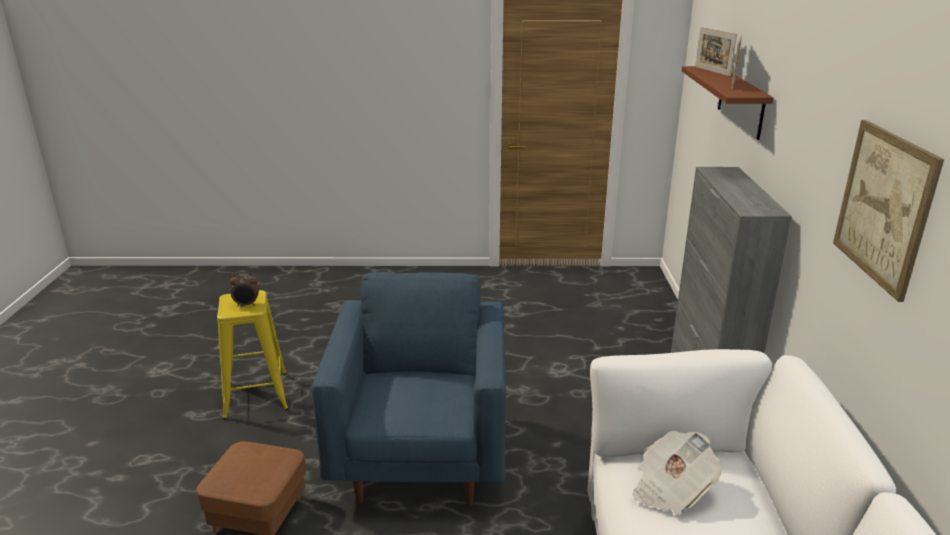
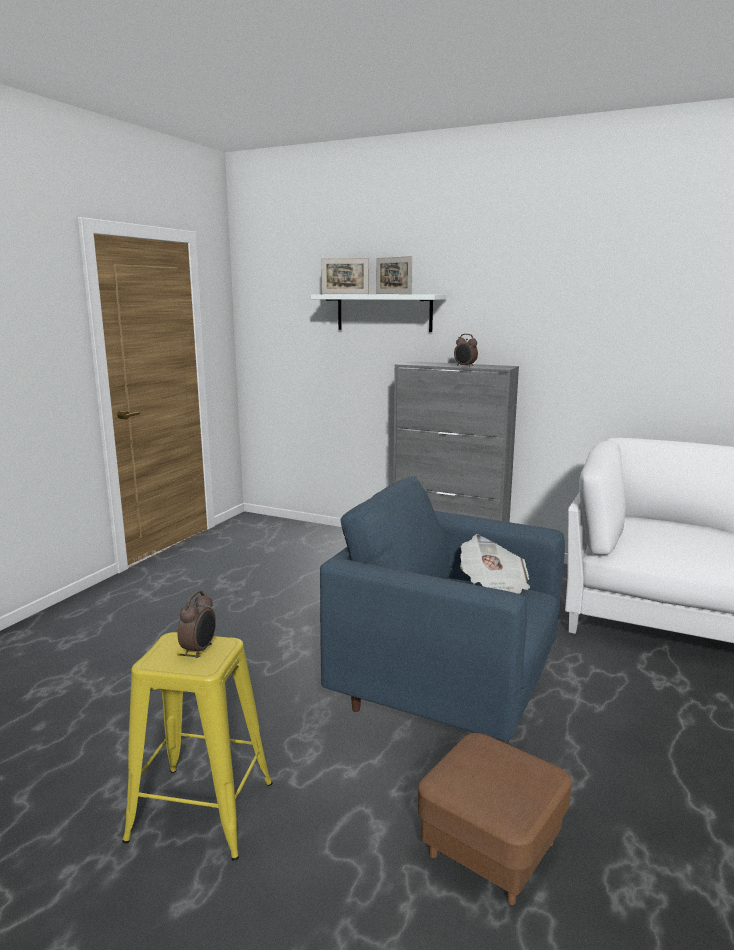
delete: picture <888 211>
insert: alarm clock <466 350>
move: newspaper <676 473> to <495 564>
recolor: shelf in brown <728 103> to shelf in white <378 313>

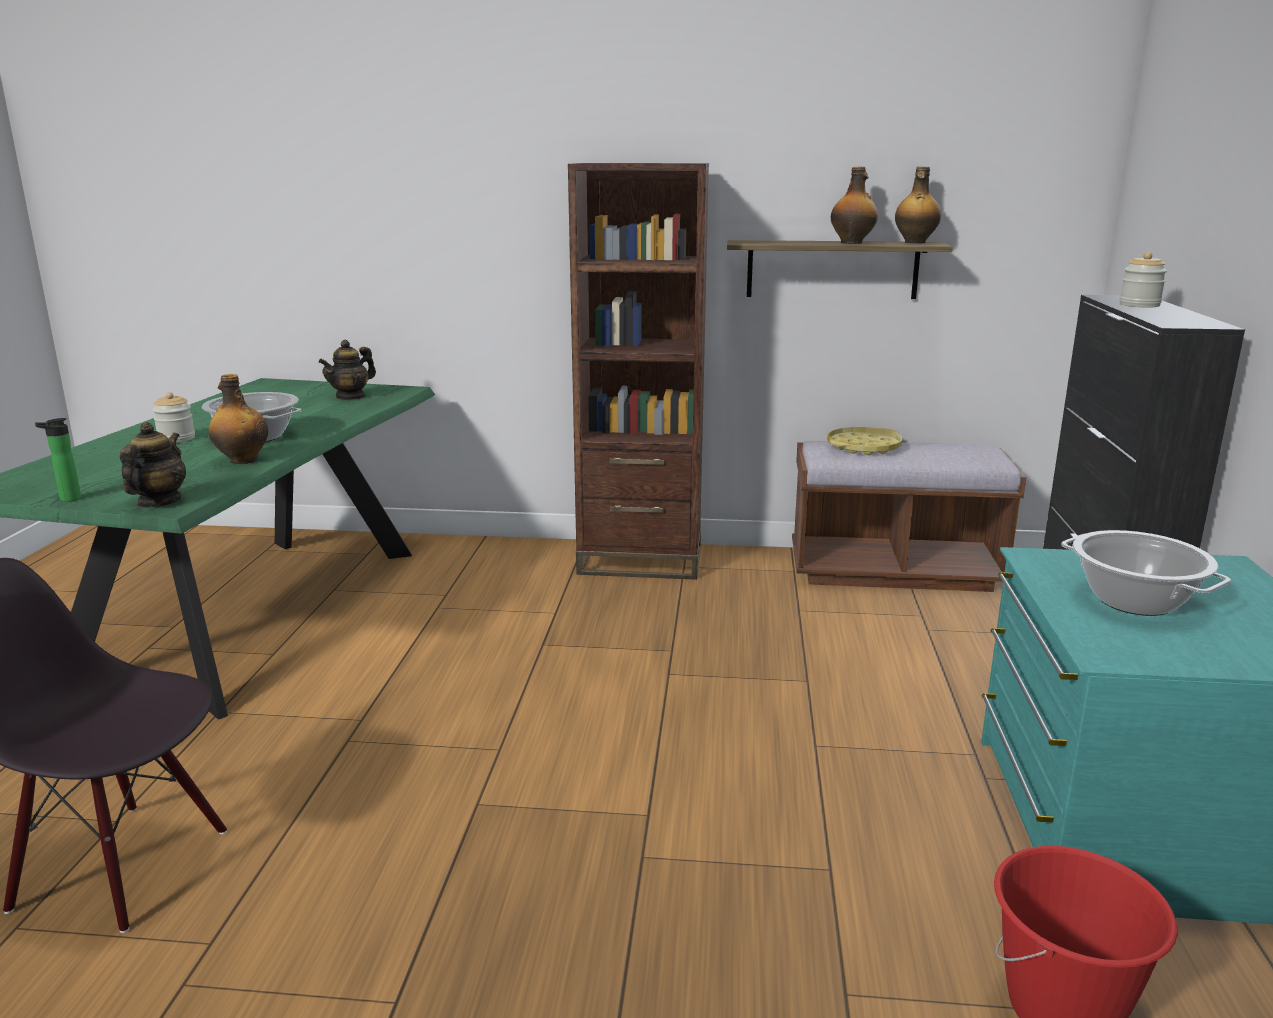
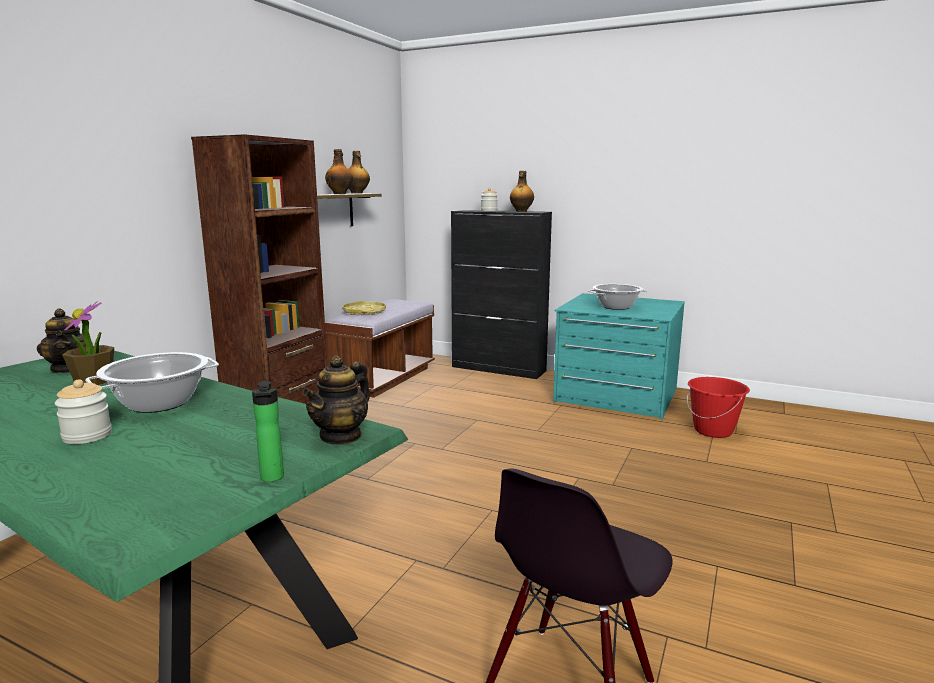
insert: potted plant <88 343>
move: bottle <238 419> to <522 191>
rotate: teapot <153 465> = <336 400> 90 degrees counterclockwise

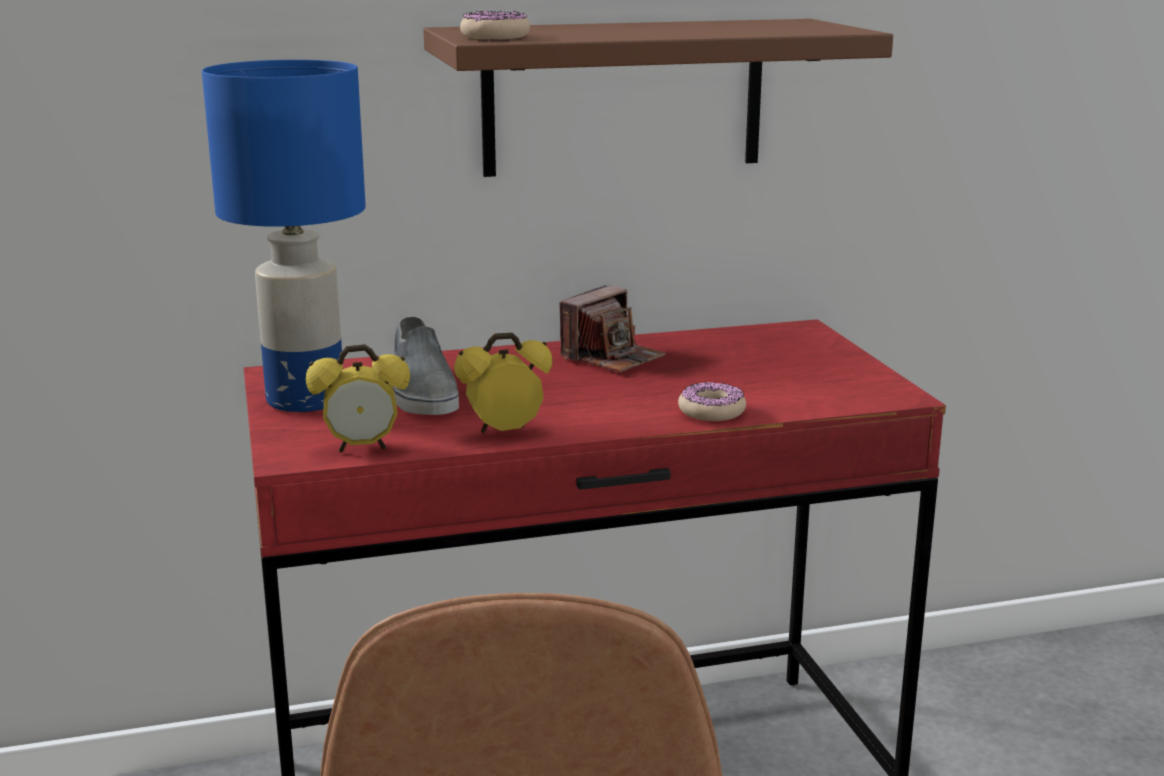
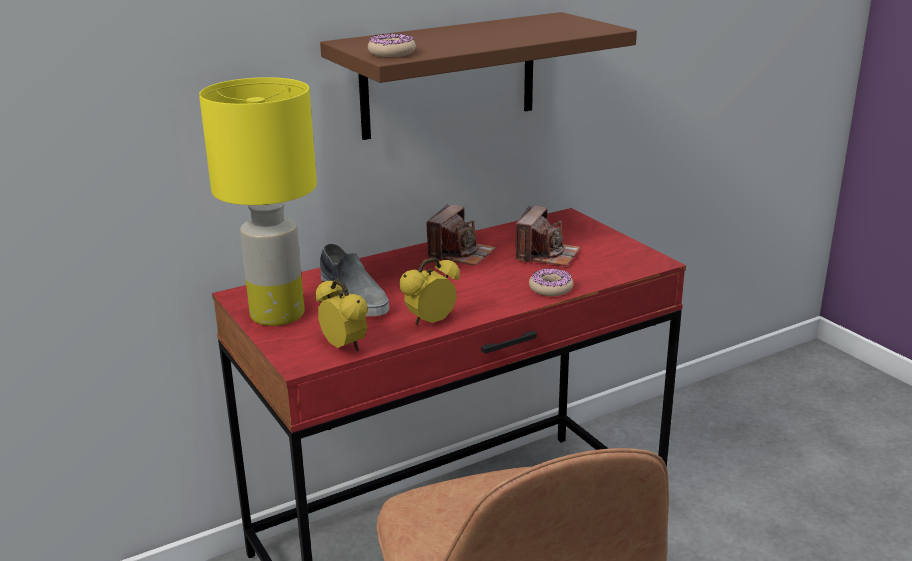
insert: photo camera <547 235>
recolor: table lamp in blue <284 236> to table lamp in yellow <258 201>
rotate: alarm clock <358 398> = <341 315> 105 degrees counterclockwise

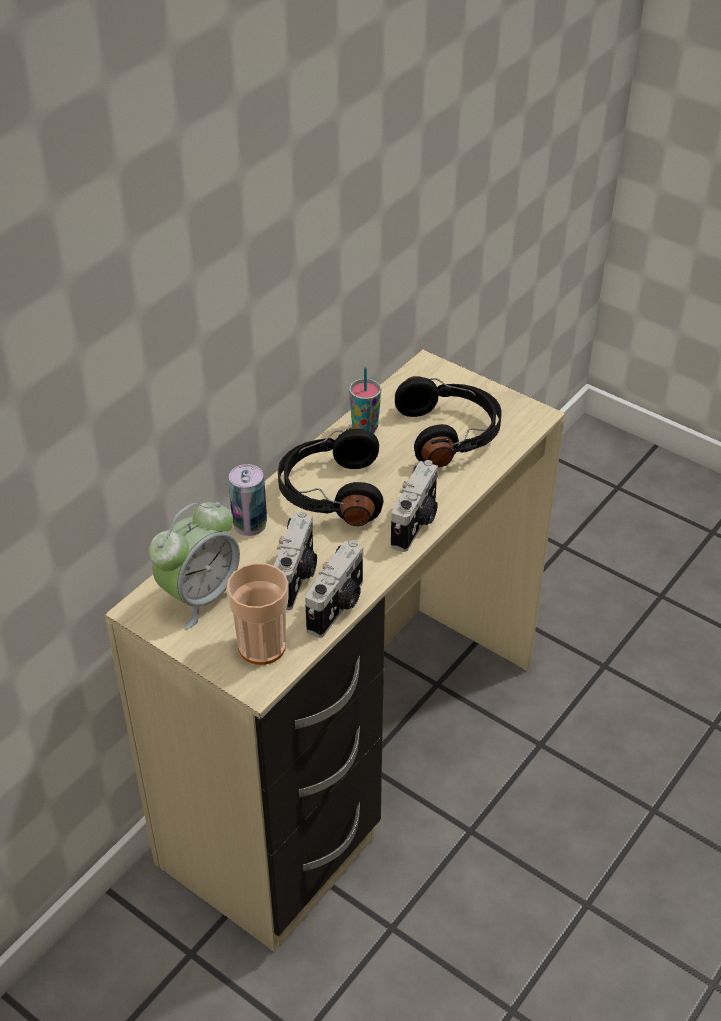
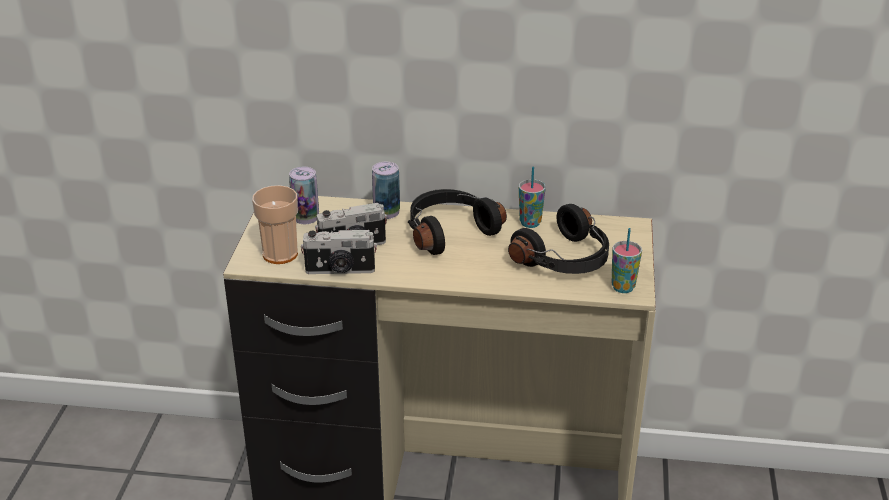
delete: photo camera <414 506>
insert: cup <627 260>
replace: alarm clock <194 565> to can <304 195>

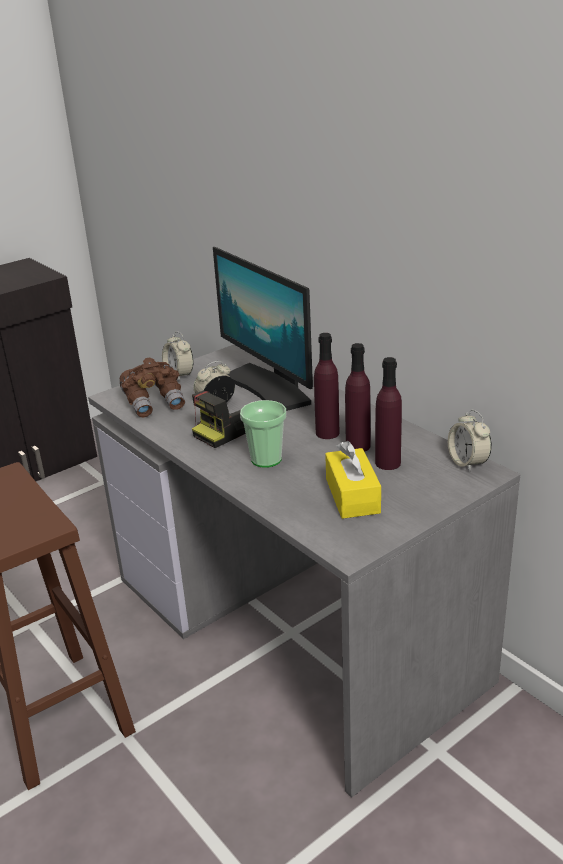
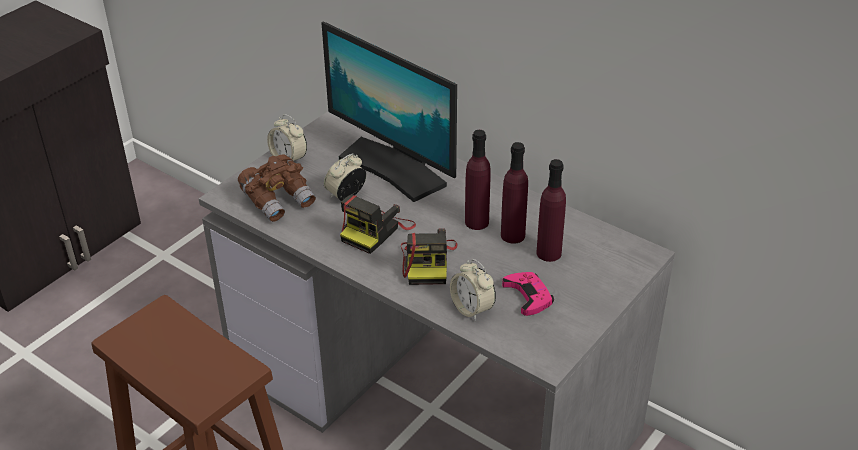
move: alarm clock <470 441> to <473 290>
replace: cup <263 434> to photo camera <429 256>; tissue box in yellow <353 480> to game controller in pink <528 294>

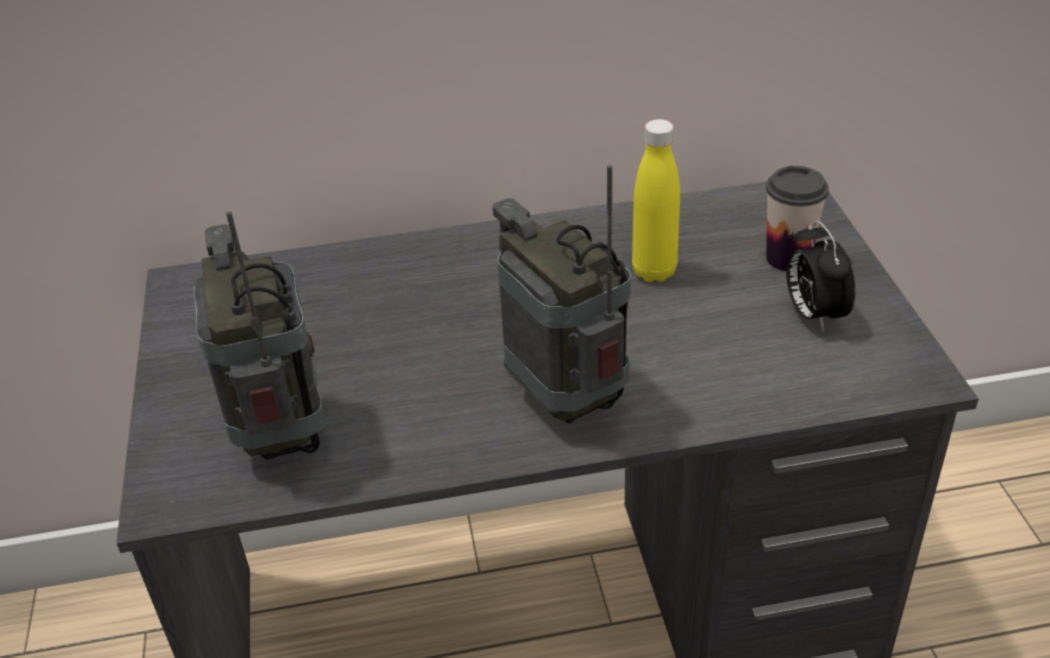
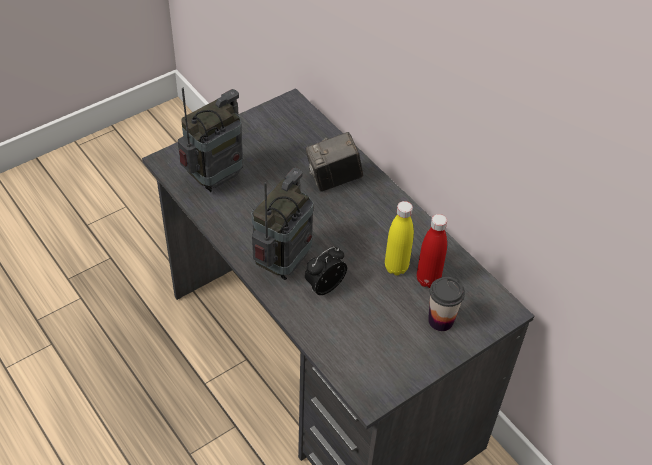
insert: photo camera <334 162>; bottle in red <432 251>
move: alarm clock <820 276> to <326 271>

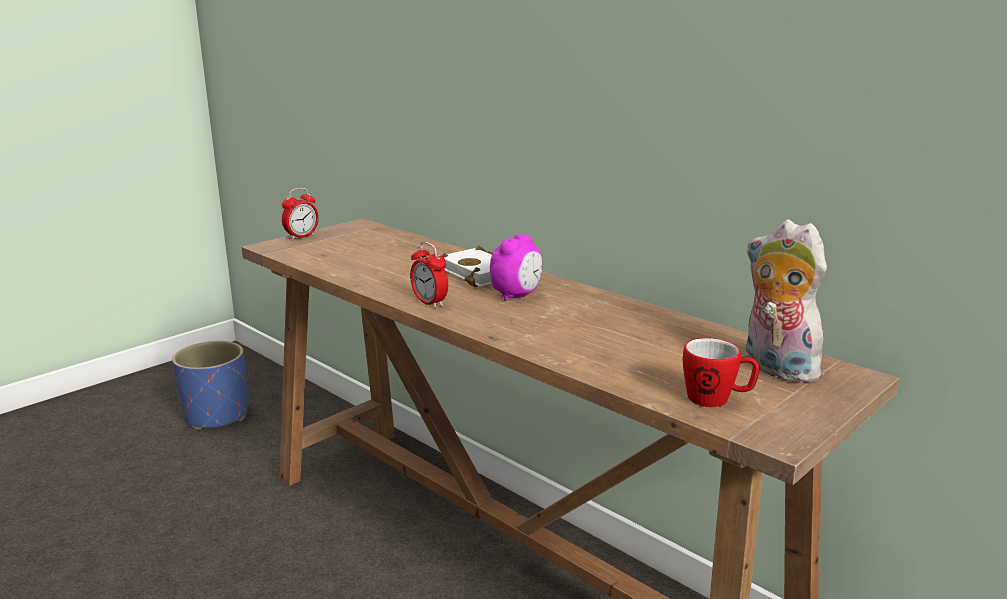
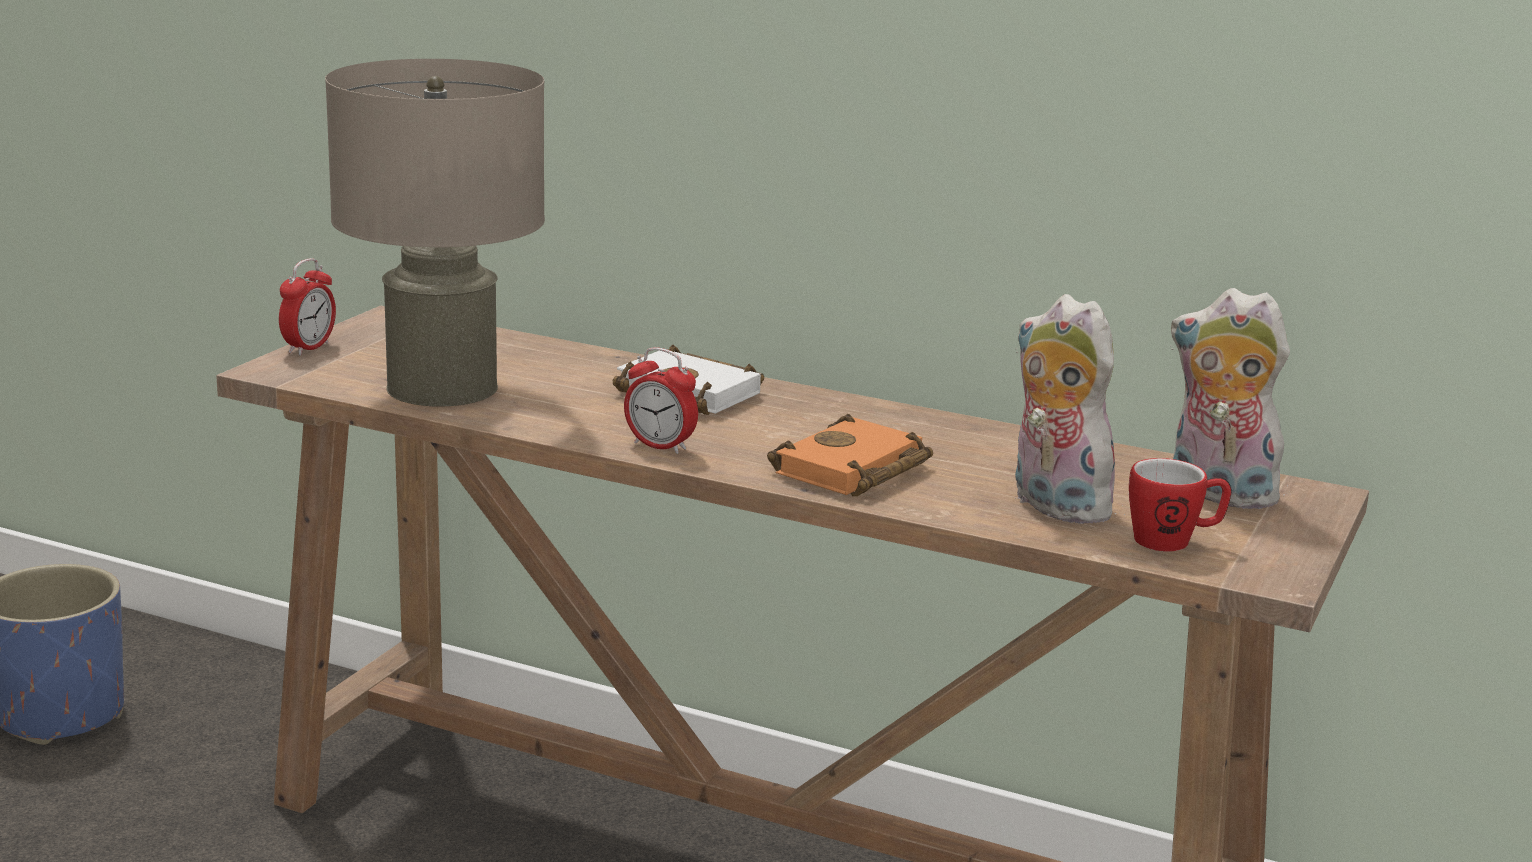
delete: alarm clock <516 267>
insert: table lamp in beige <435 233>; book in orange <850 455>; plush toy <1070 409>

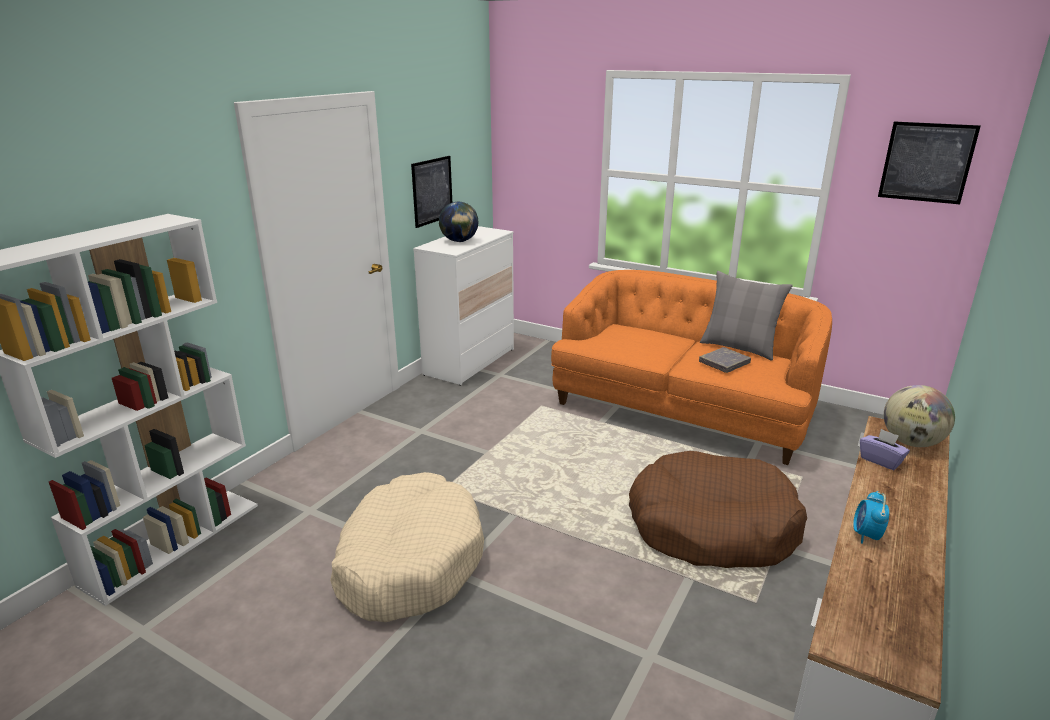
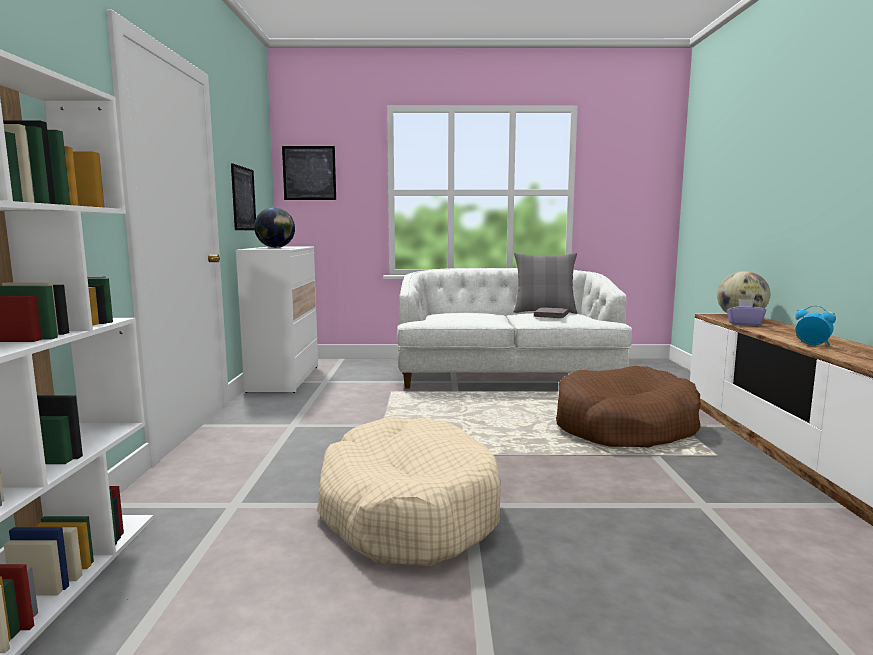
move: picture <929 162> to <309 173>
recolor: sofa in orange <691 367> to sofa in white <514 328>
rotate: alarm clock <871 517> = <815 325> 150 degrees clockwise

